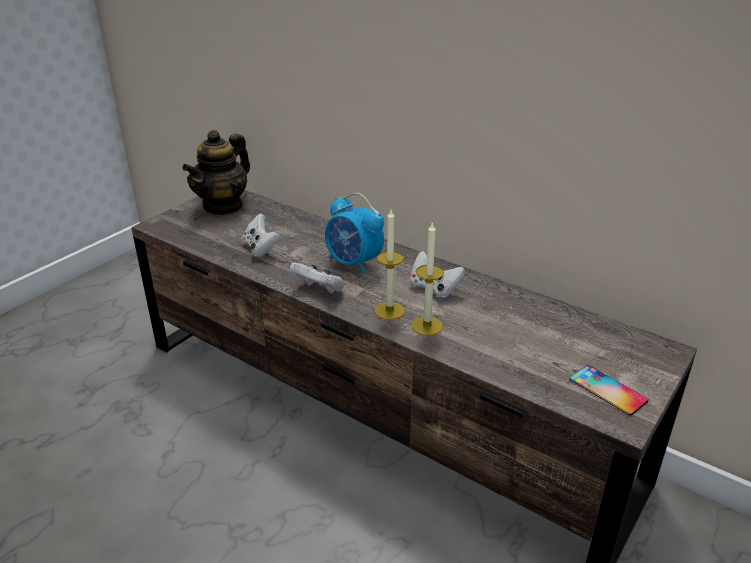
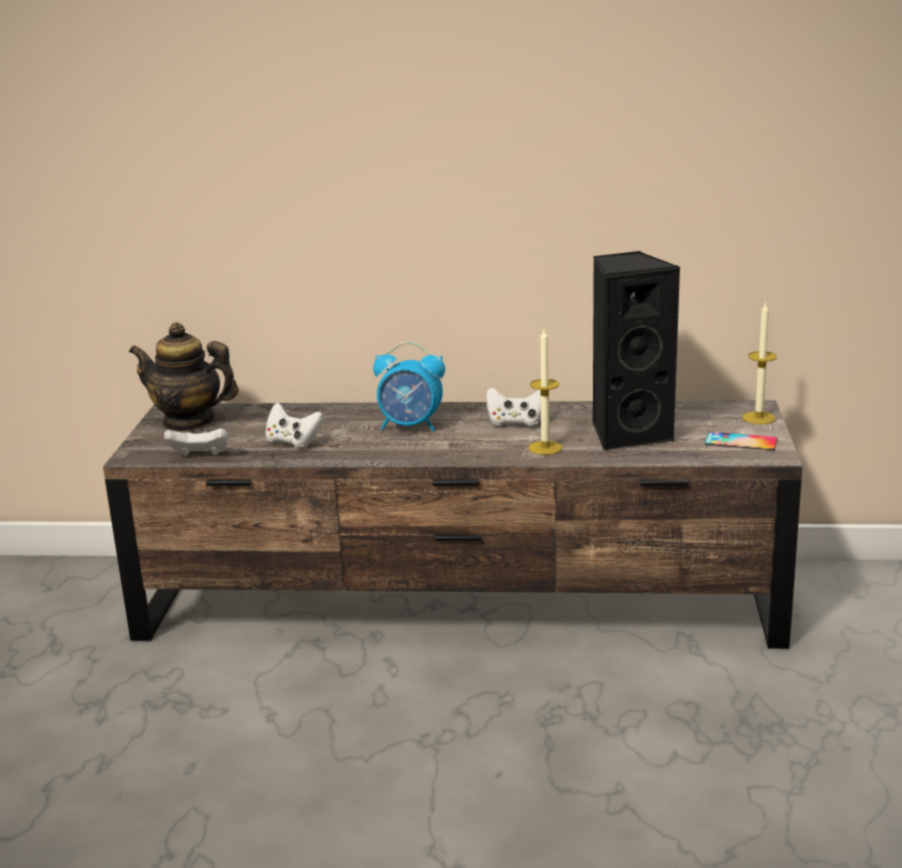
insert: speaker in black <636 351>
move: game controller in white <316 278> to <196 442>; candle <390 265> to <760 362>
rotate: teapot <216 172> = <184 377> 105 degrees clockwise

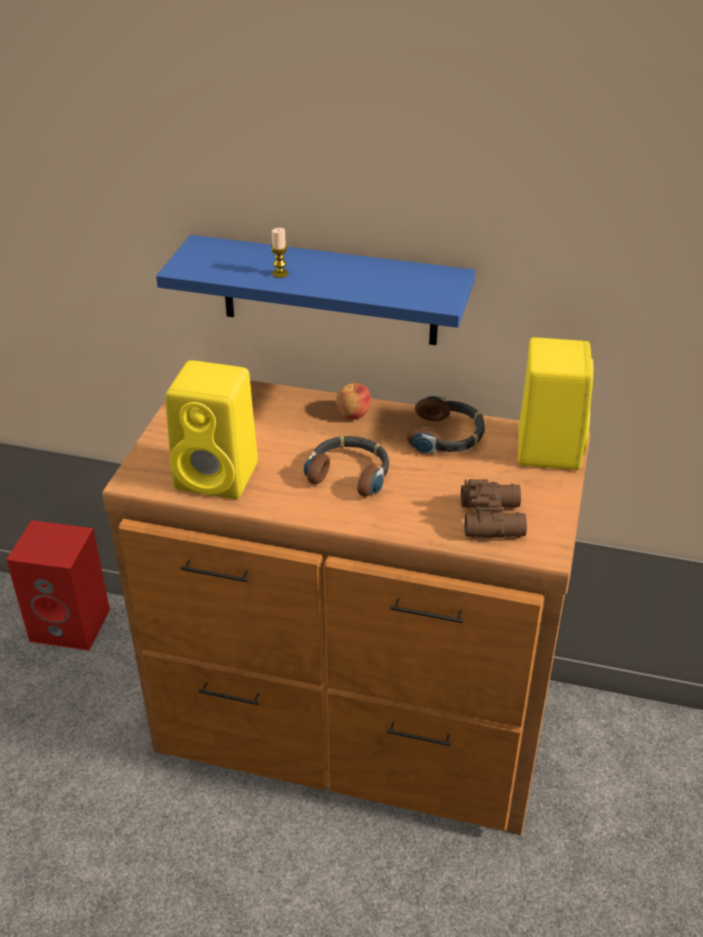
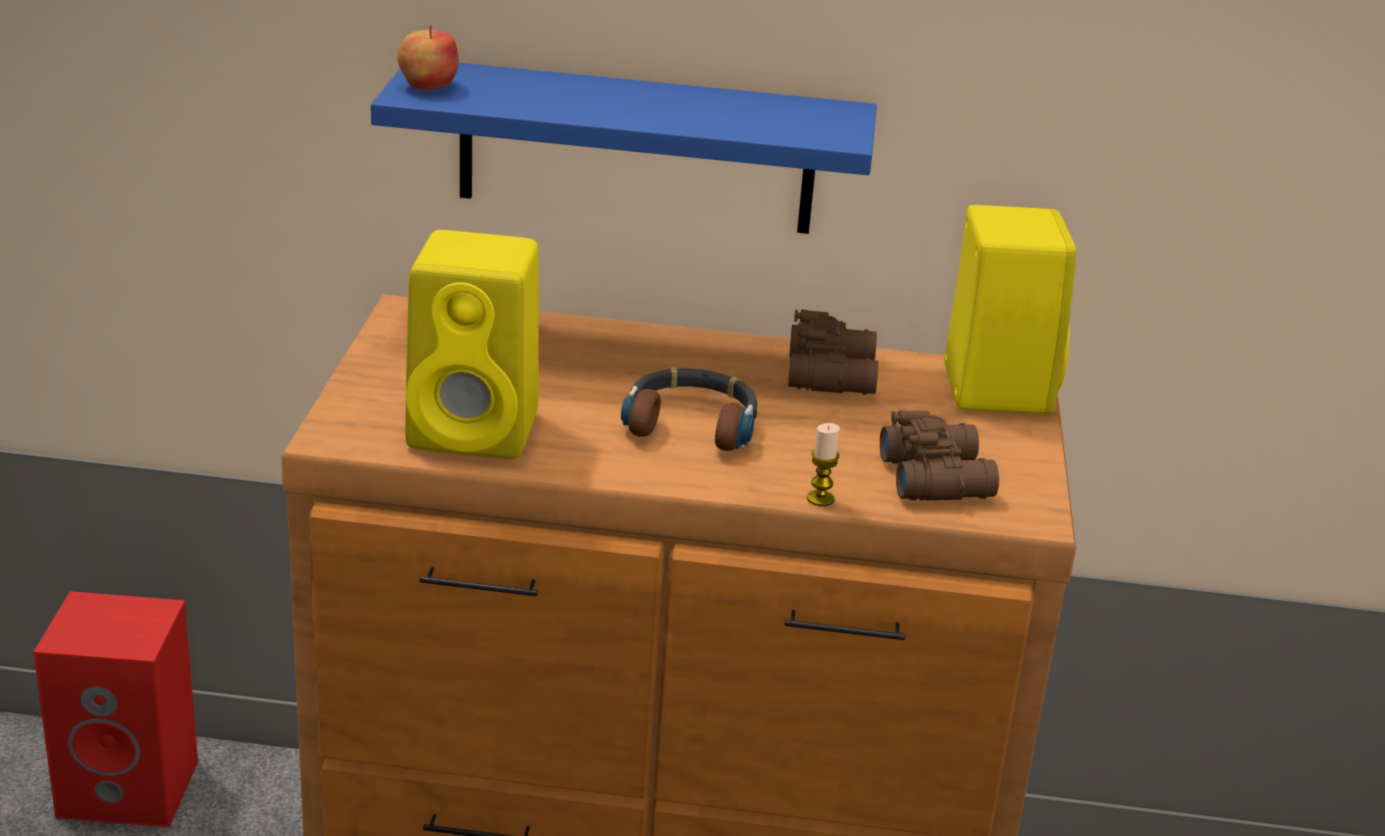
move: apple <353 401> to <428 57>; candle <279 253> to <823 464>
replace: headphones <446 424> to binoculars in brown <833 352>

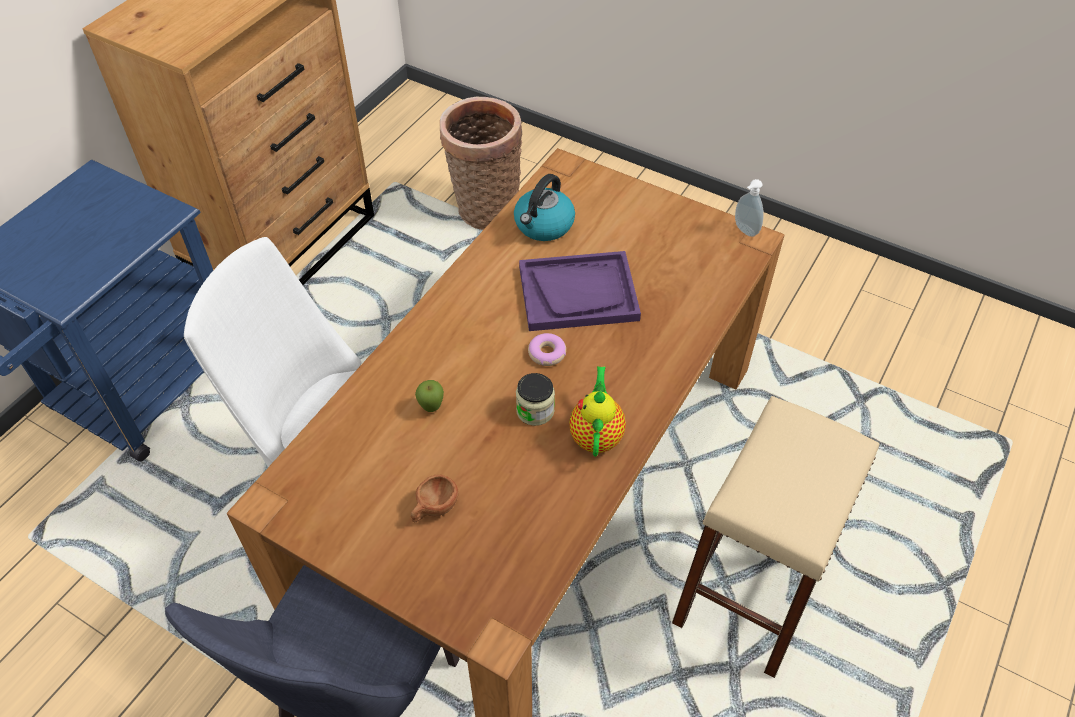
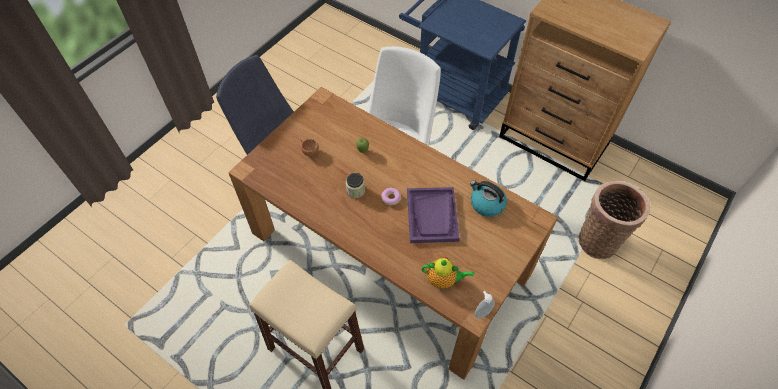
move: teapot <597 411> to <447 273>

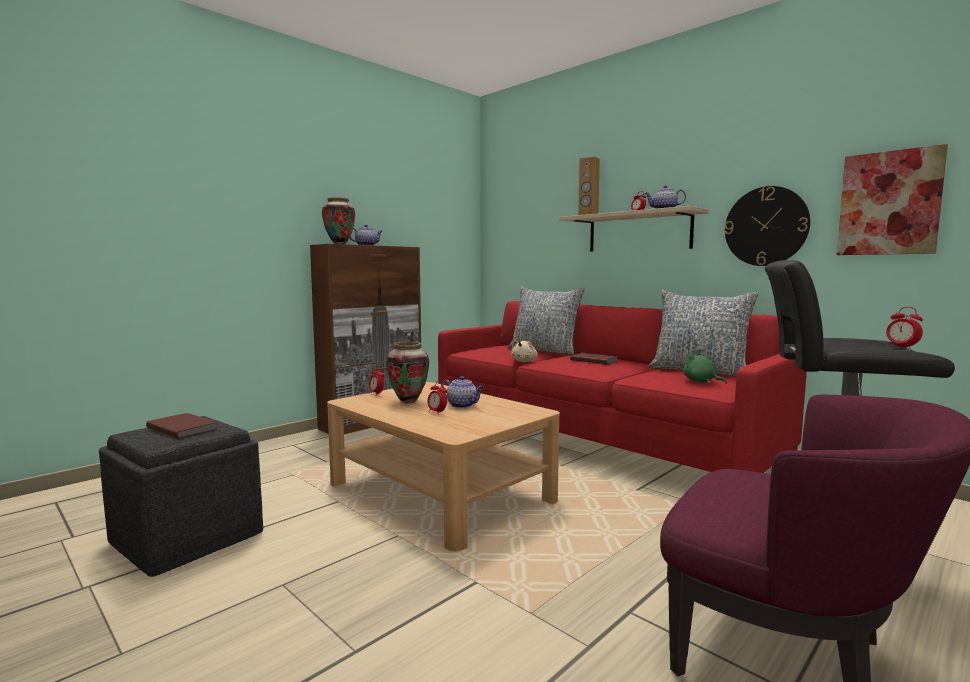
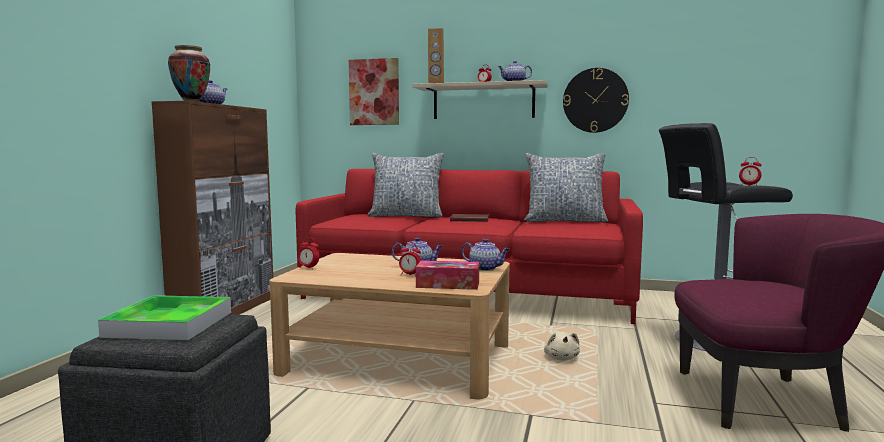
delete: vase <407 373>; plush toy in green <705 368>
insert: tissue box <447 275>; teapot <485 254>
move: picture <892 199> to <374 91>; plush toy in beige <524 351> to <562 346>
replace: book in brown <182 426> to tray <164 317>

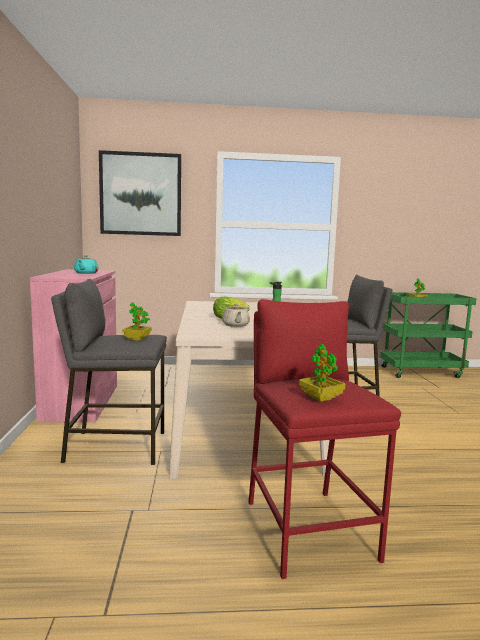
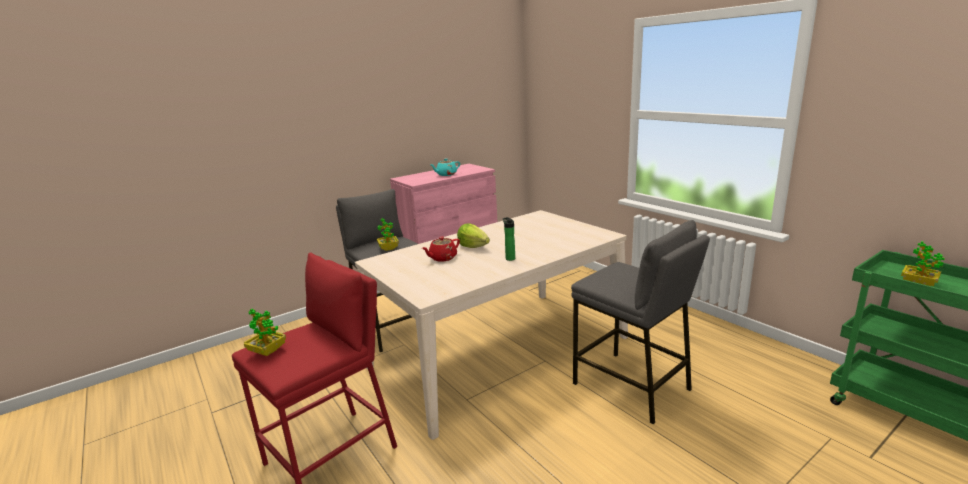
delete: picture <140 193>
recolor: teapot in beige <236 315> to teapot in red <441 249>

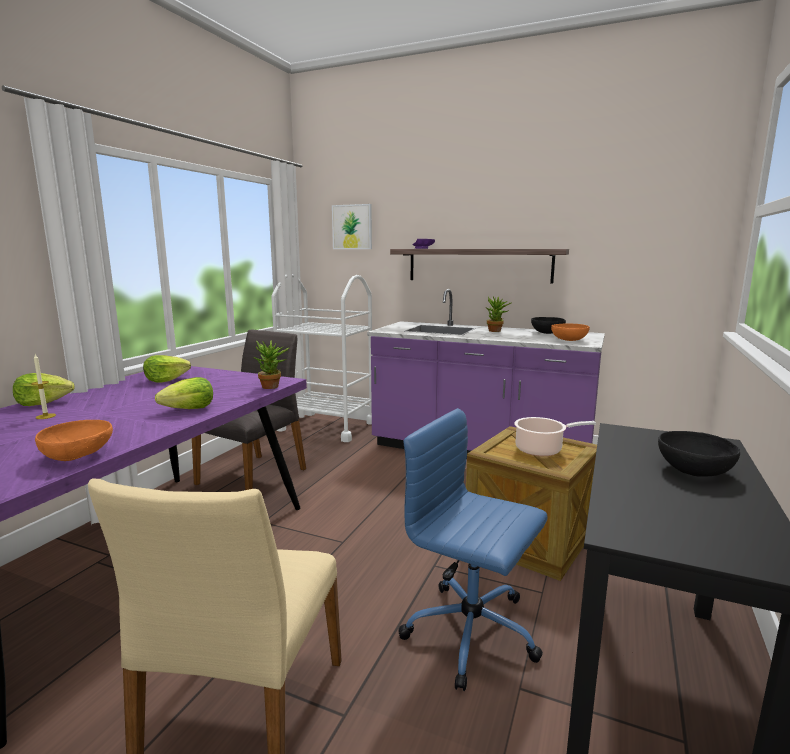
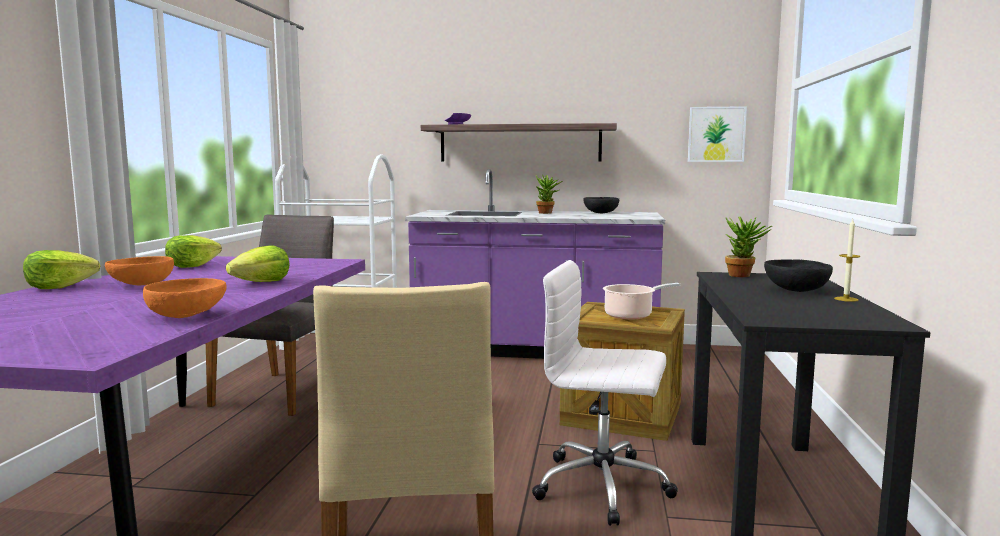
move: bowl in orange <570 332> to <139 270>; picture <352 226> to <717 134>; potted plant <271 365> to <748 247>; candle <43 386> to <847 260>
recolor: office chair in blue <473 549> to office chair in white <605 393>

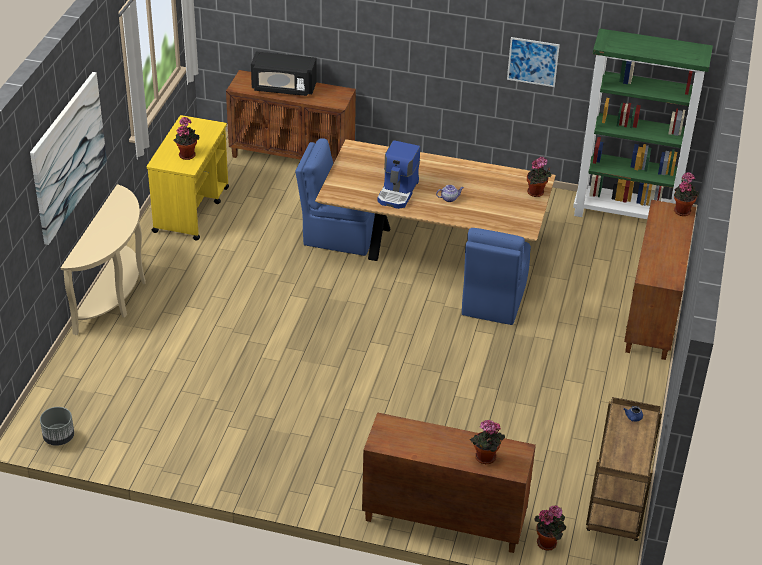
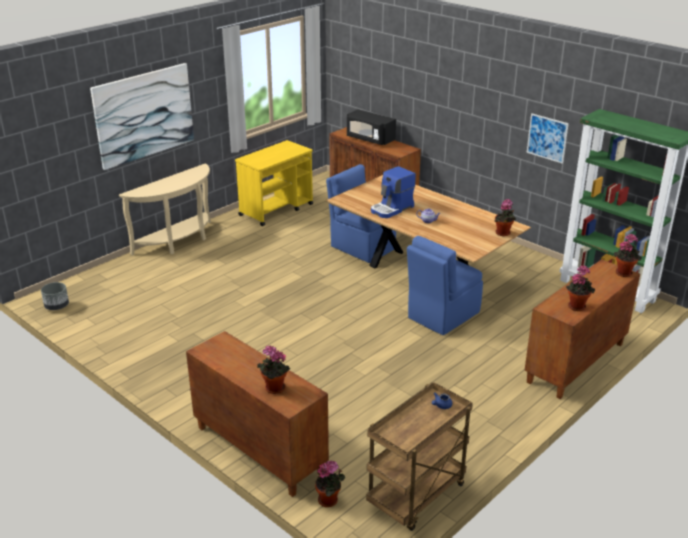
move: potted plant <187 138> to <580 288>

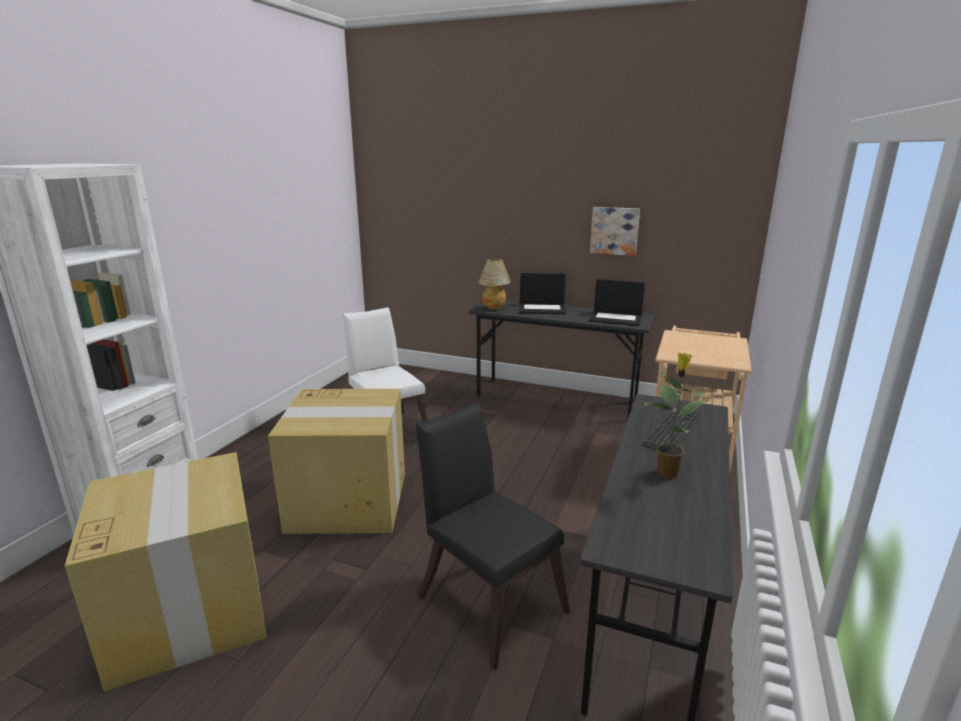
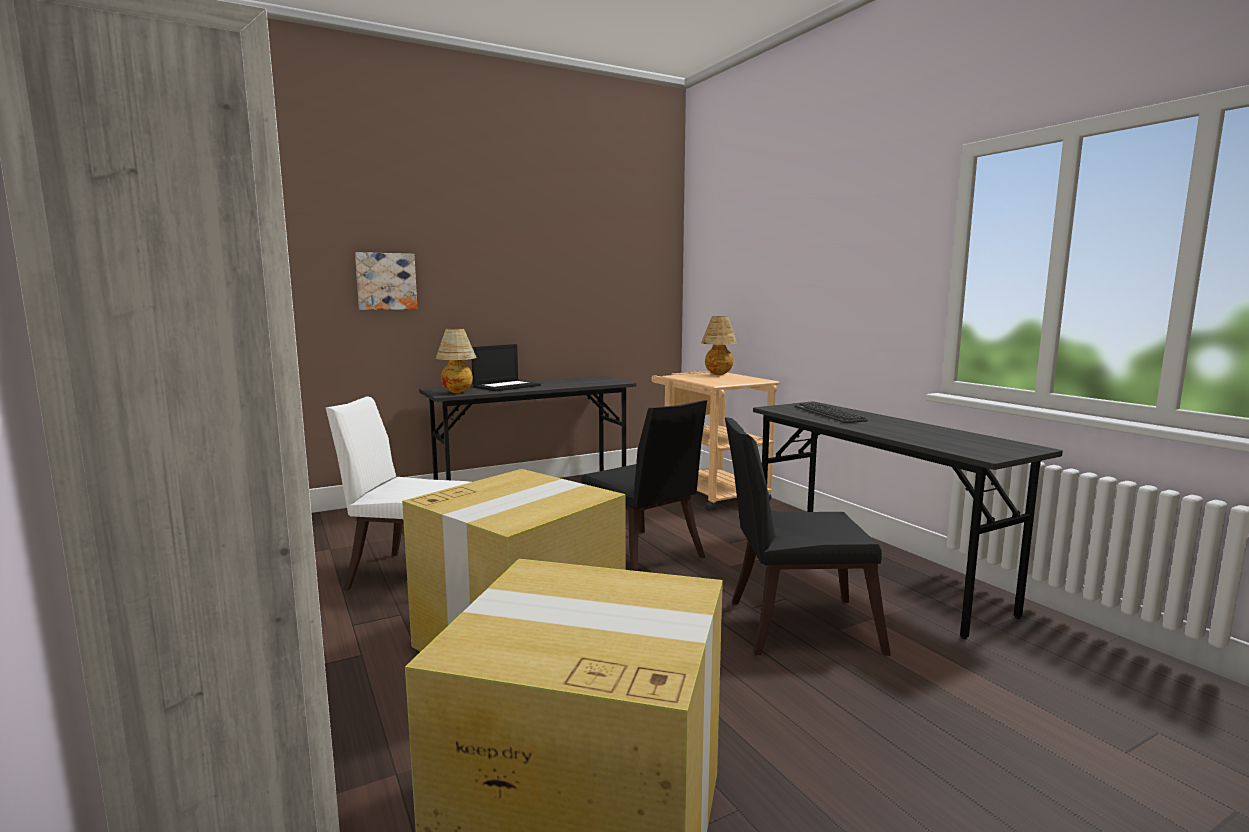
delete: laptop <617 302>; potted plant <676 416>
insert: chair in black <644 485>; table lamp <719 345>
move: picture <615 231> to <386 281>

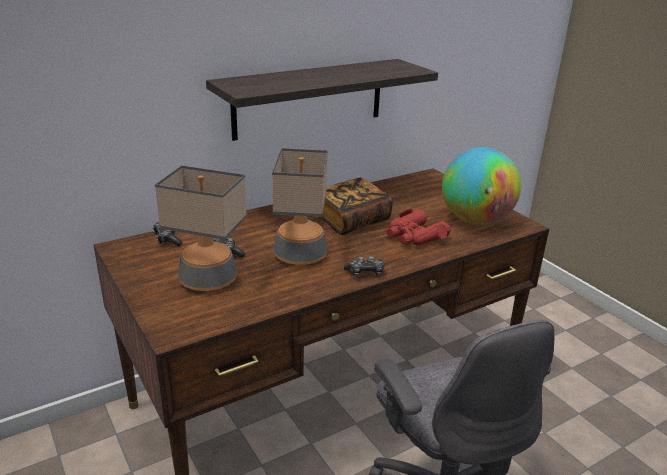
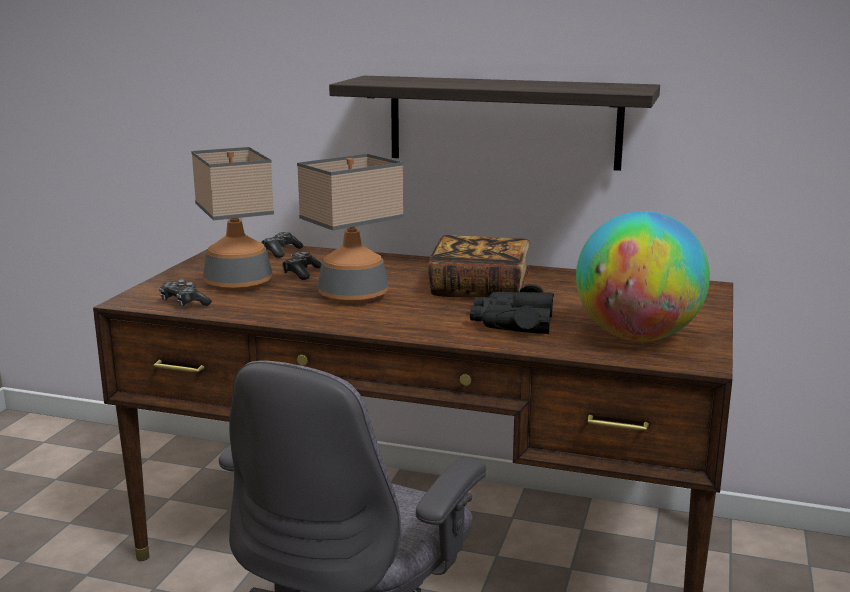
move: game controller <364 266> to <185 293>
recolor: binoculars in red <418 227> to binoculars in black <512 309>

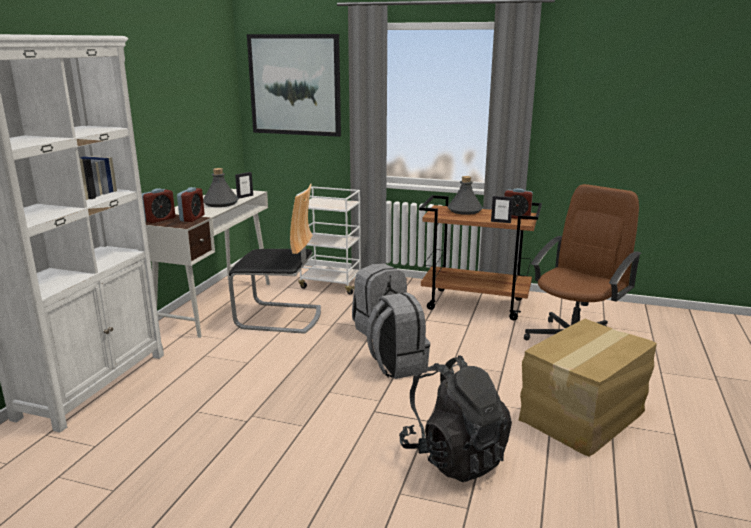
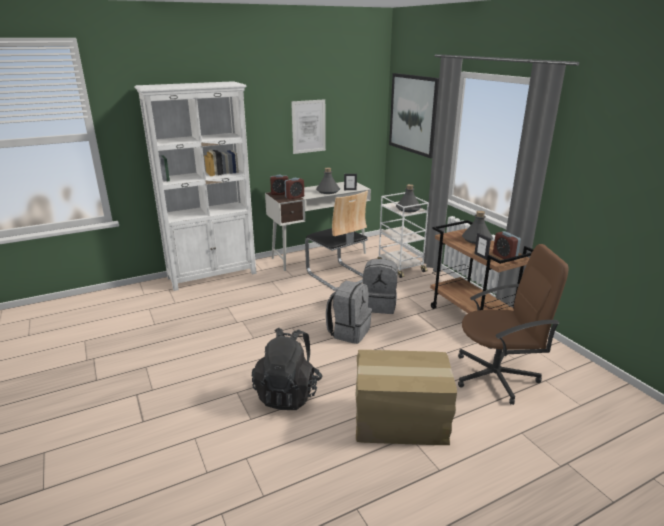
insert: picture <308 126>; bottle in grey <408 198>

